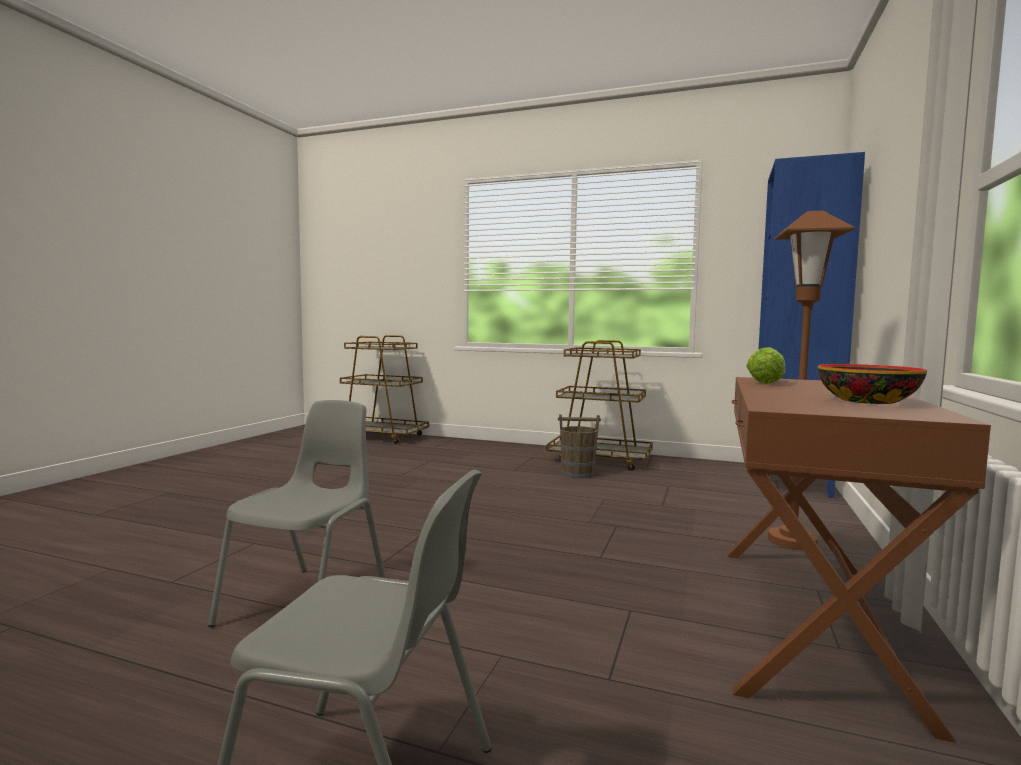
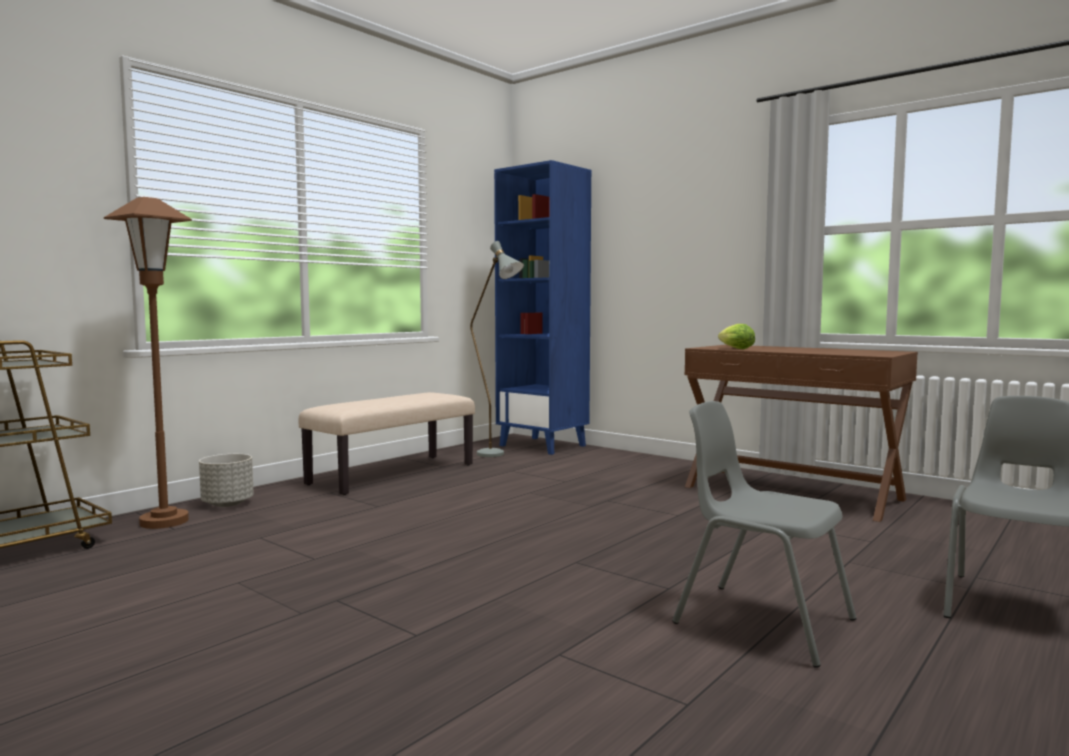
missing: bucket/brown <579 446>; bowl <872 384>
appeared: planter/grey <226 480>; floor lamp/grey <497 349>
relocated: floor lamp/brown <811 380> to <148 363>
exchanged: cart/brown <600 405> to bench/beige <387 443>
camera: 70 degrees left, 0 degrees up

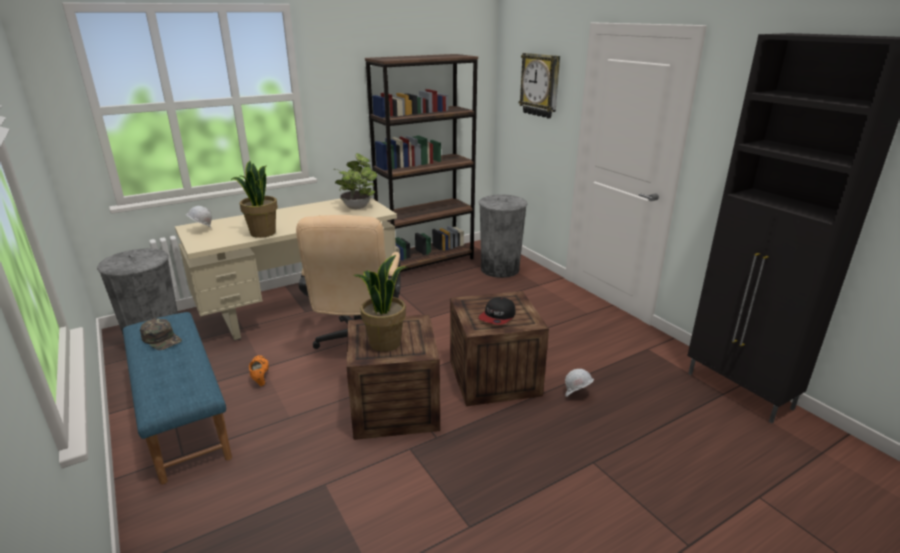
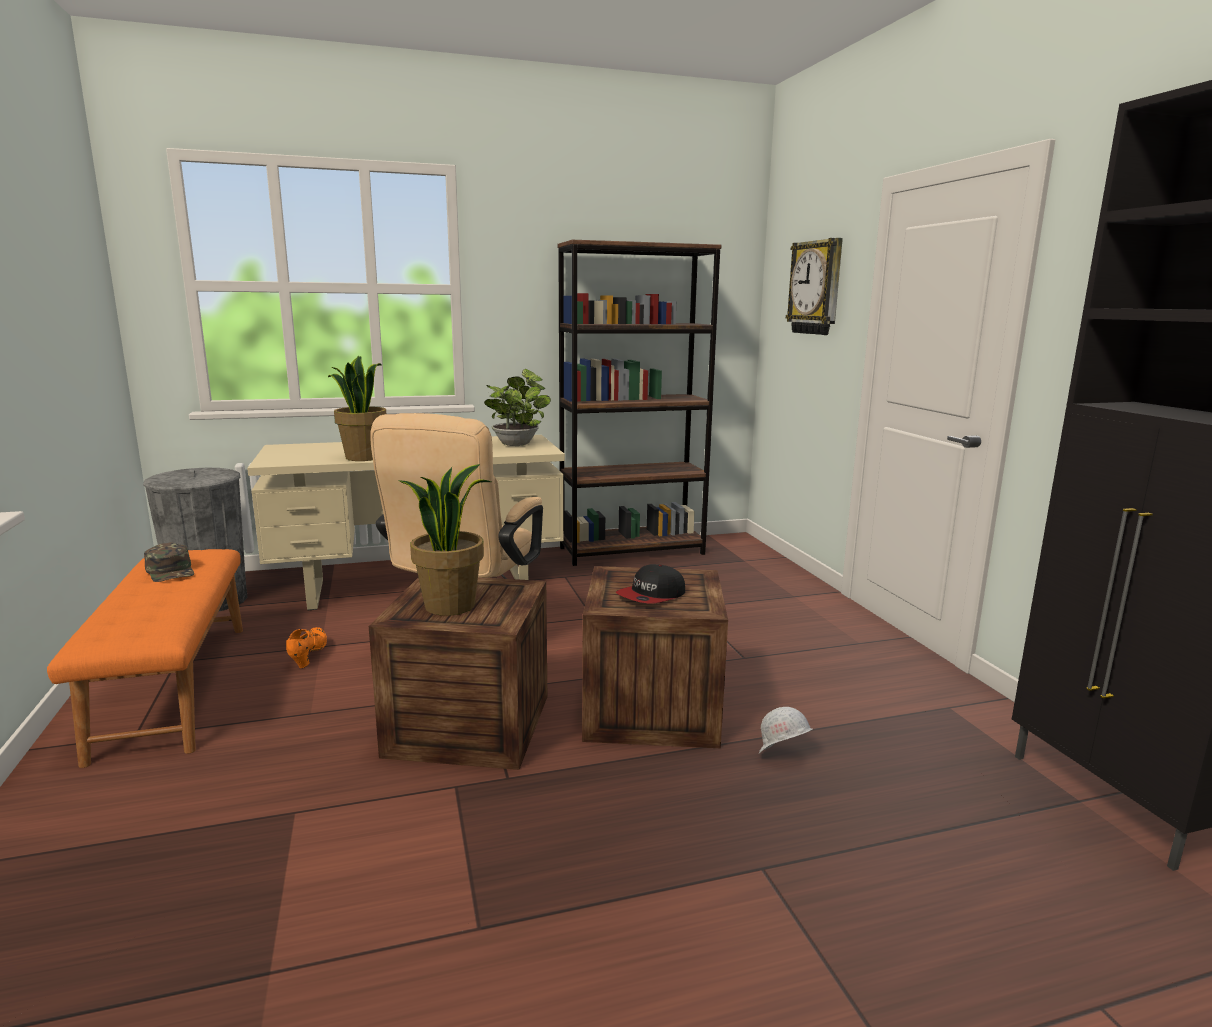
missing: hard hat/white <199 217>; trash can/grey <503 236>
colour: bench/blue <177 398> to bench/orange <145 658>
camera: 15 degrees right, 10 degrees down

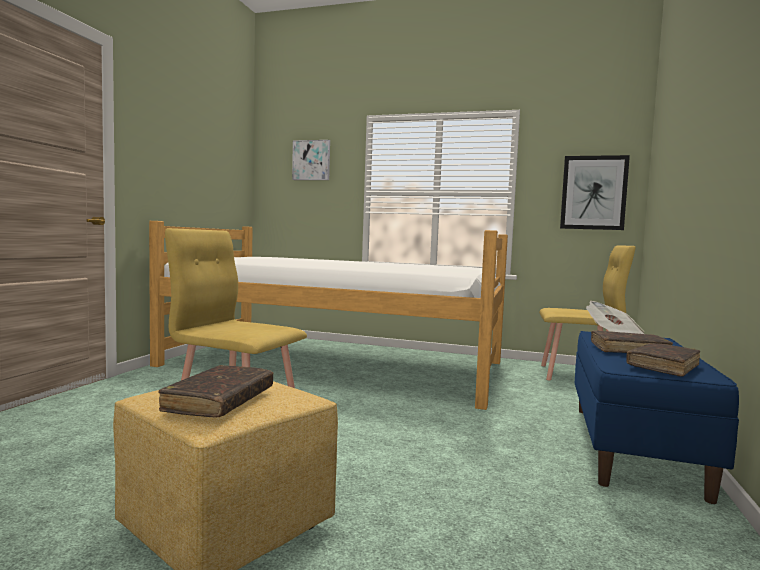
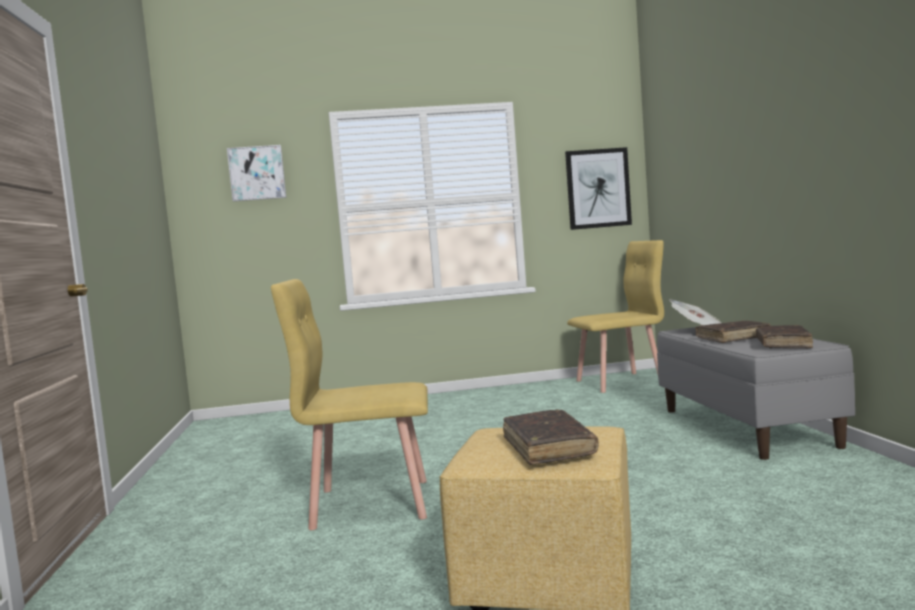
missing: bed <328 315>
colour: bench/blue <656 417> to bench/grey <756 393>
camera: 25 degrees left, 0 degrees up

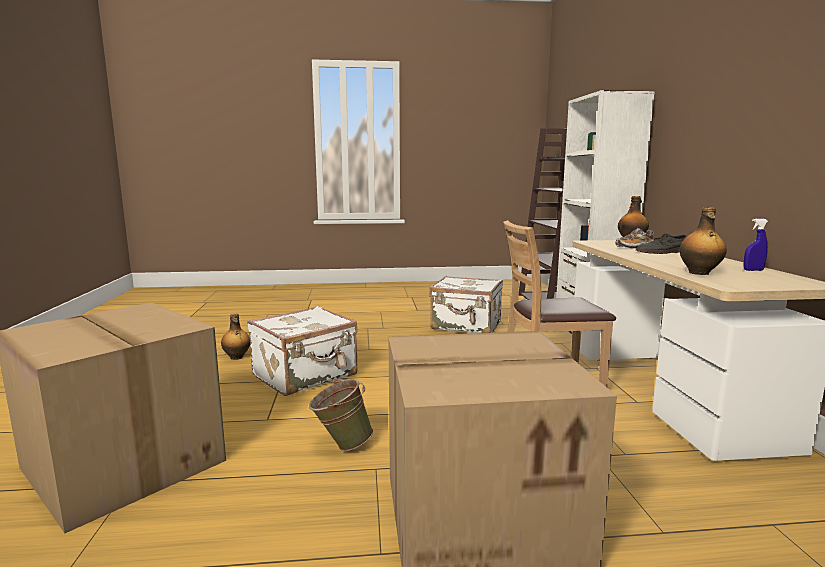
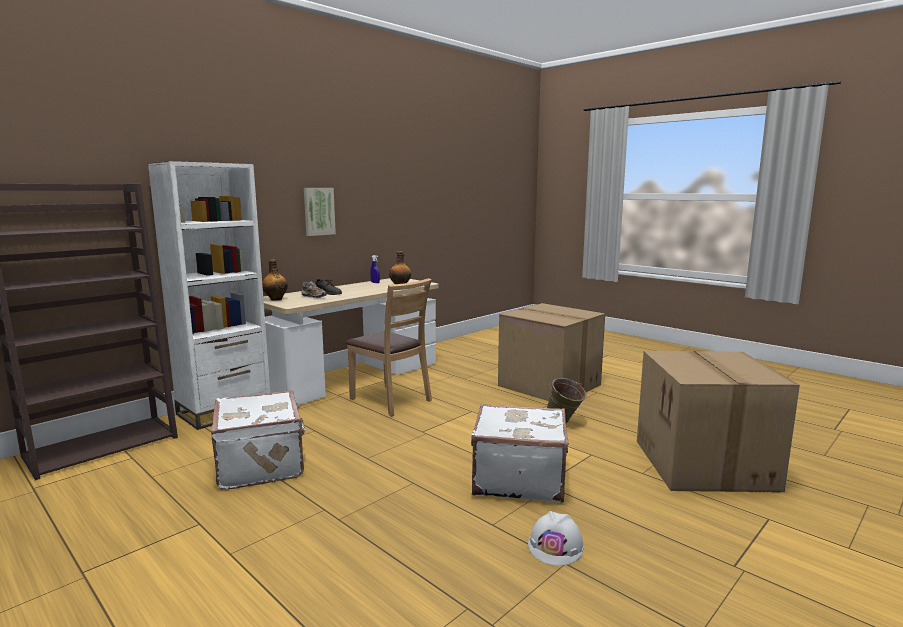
appeared: picture <320 212>
exchanged: bottle <235 337> to hard hat/white <556 538>
camera: 130 degrees left, 0 degrees up

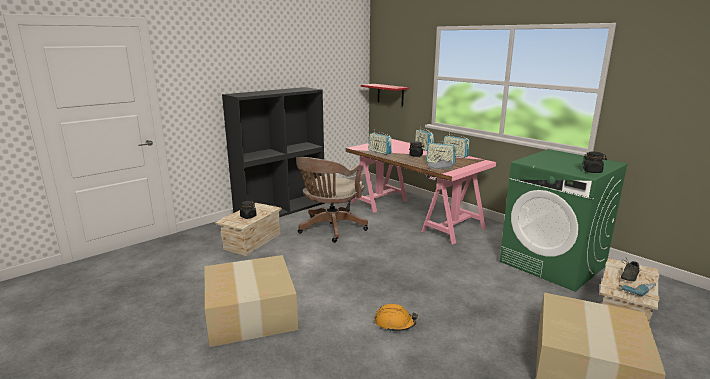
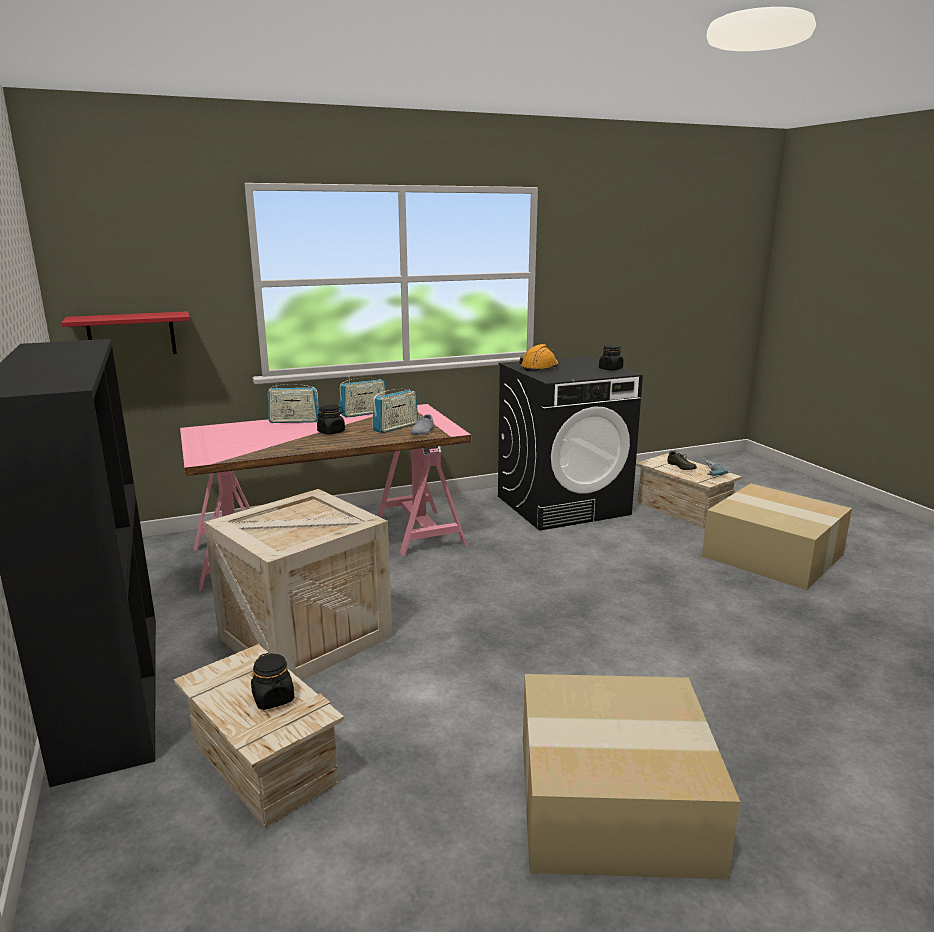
missing: radio <380 142>
relocated: hard hat/orange <396 317> to <539 358>
exchanged: office chair/brown <332 200> to crate <298 584>
colour: washing machine/green <563 220> to washing machine/black <570 443>
camera: 70 degrees left, 0 degrees up

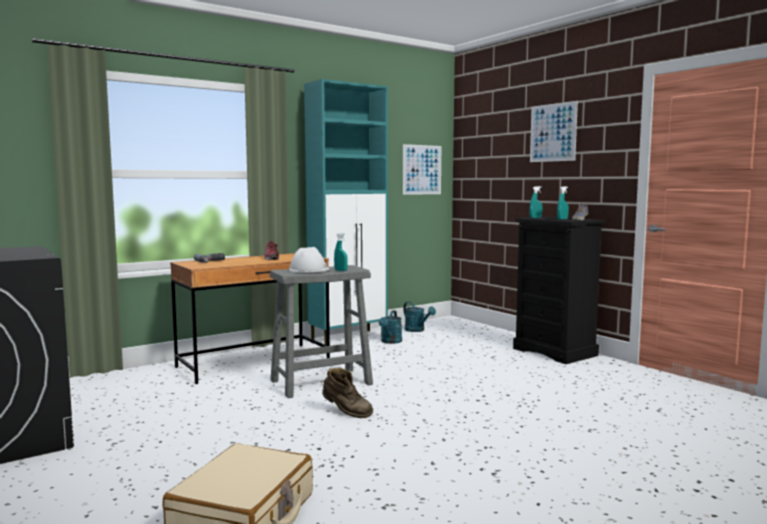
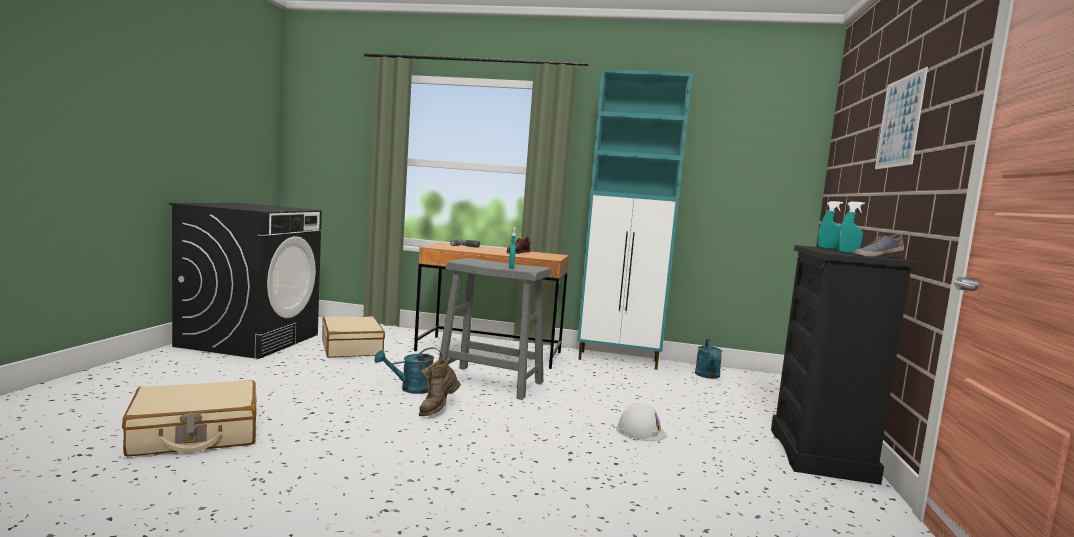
missing: picture <422 169>
appeared: suitcase/beige <353 336>
relocated: watering can/turquoise <390 327> to <408 370>; hard hat/white <309 260> to <641 421>
spun: boot/brown <347 393> = <440 387> 45 degrees clockwise
camera: 45 degrees right, 0 degrees up

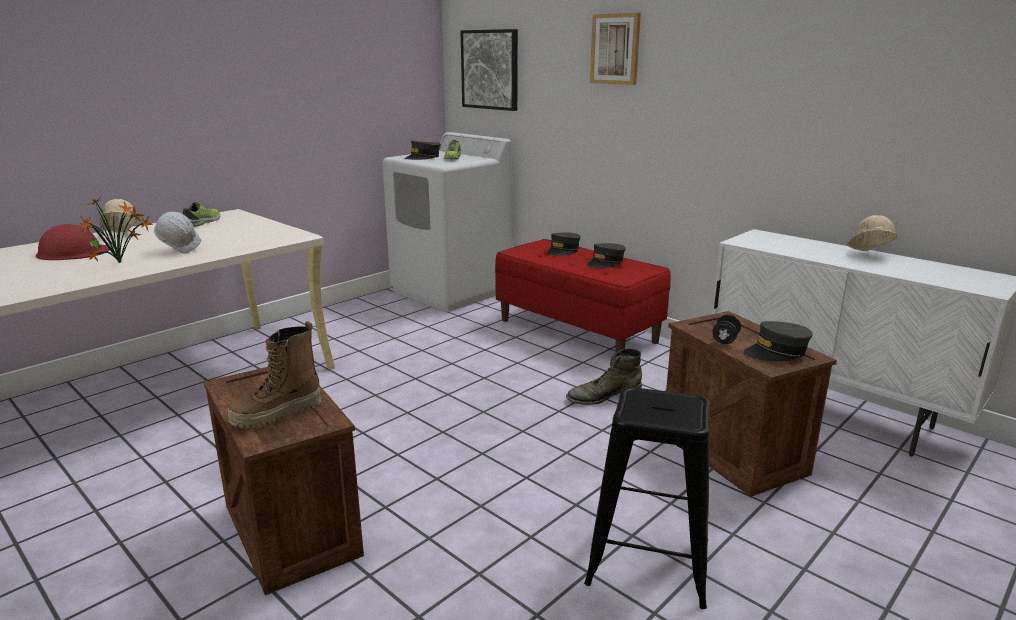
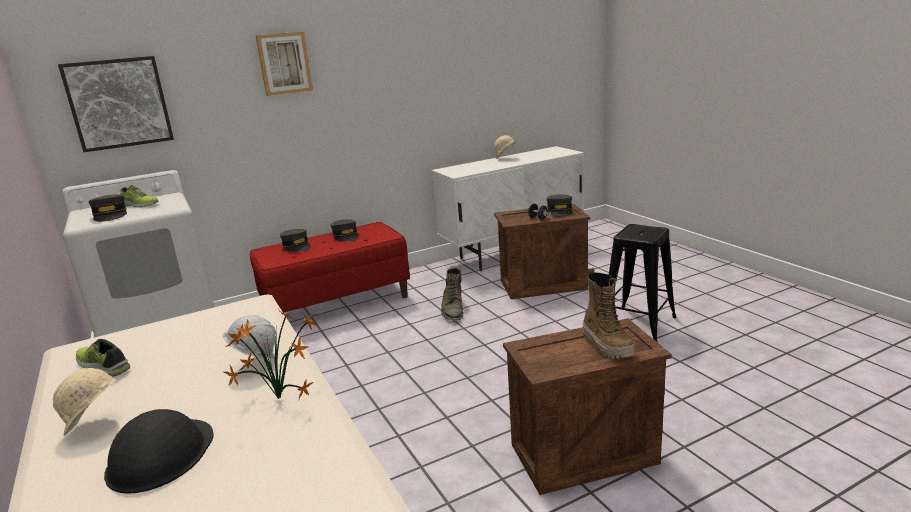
colour: hard hat/red <73 242> to hard hat/black <159 451>
camera: 70 degrees left, 0 degrees up

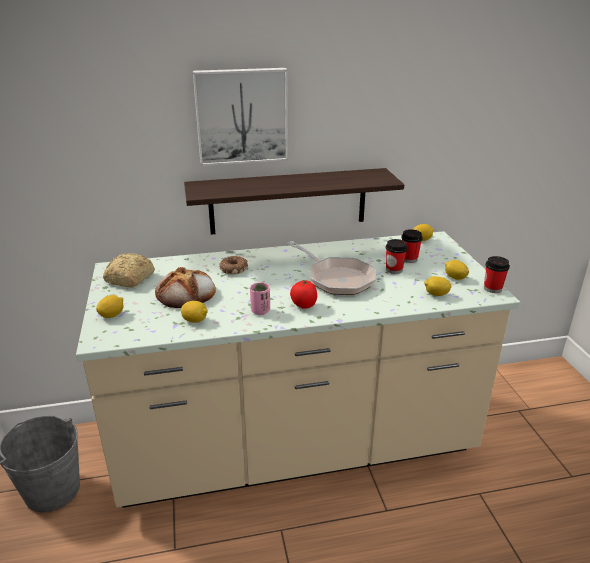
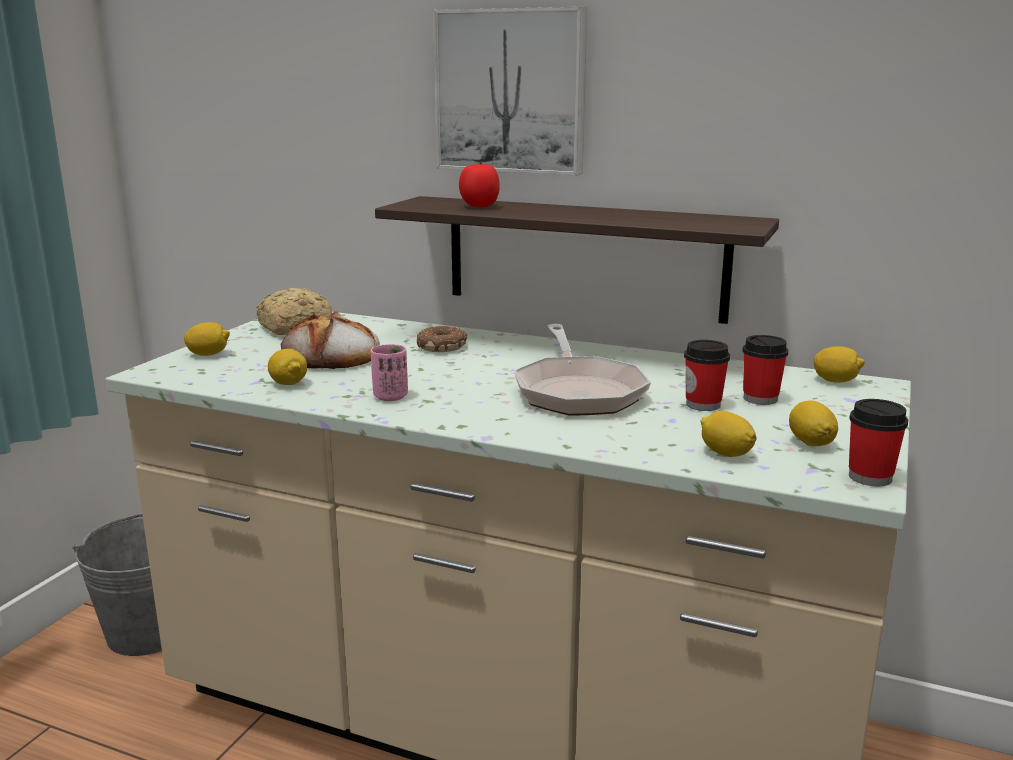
relocated: tomato <303 295> to <479 184>
camera: 35 degrees right, 10 degrees down

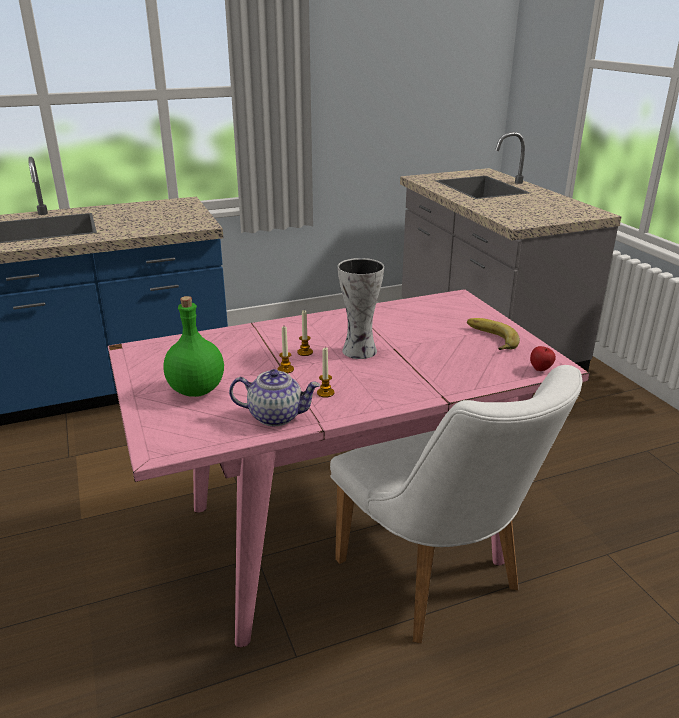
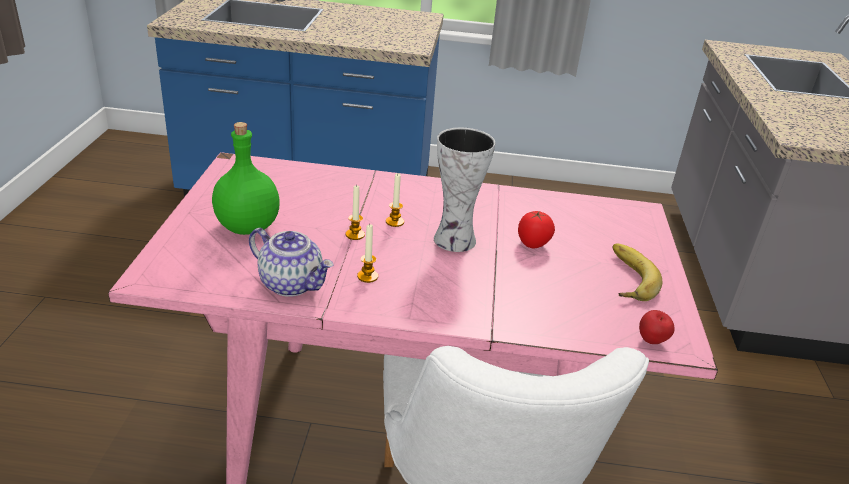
appeared: tomato <536 229>
camera: 25 degrees right, 5 degrees up

